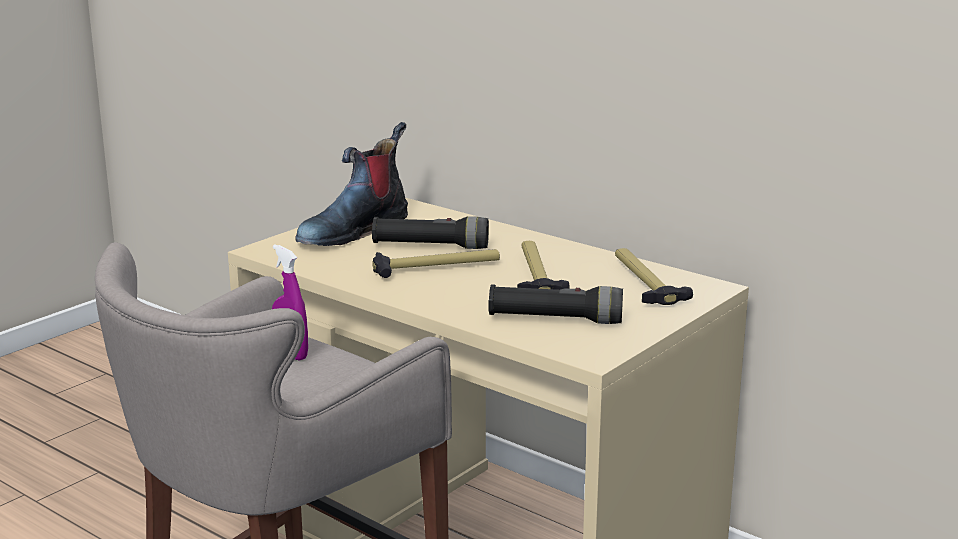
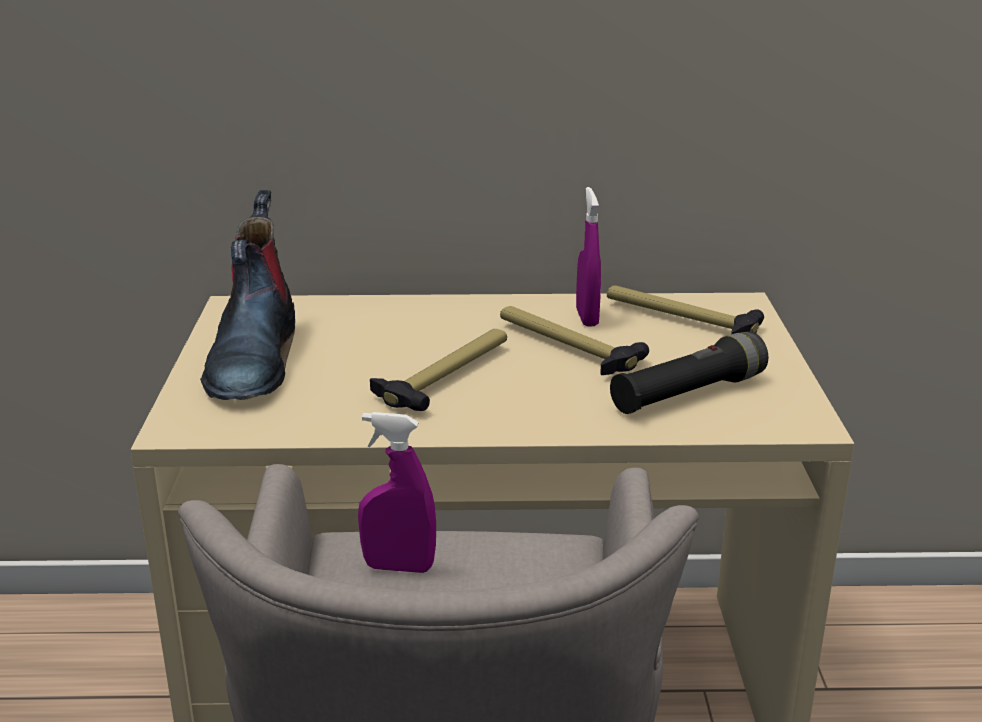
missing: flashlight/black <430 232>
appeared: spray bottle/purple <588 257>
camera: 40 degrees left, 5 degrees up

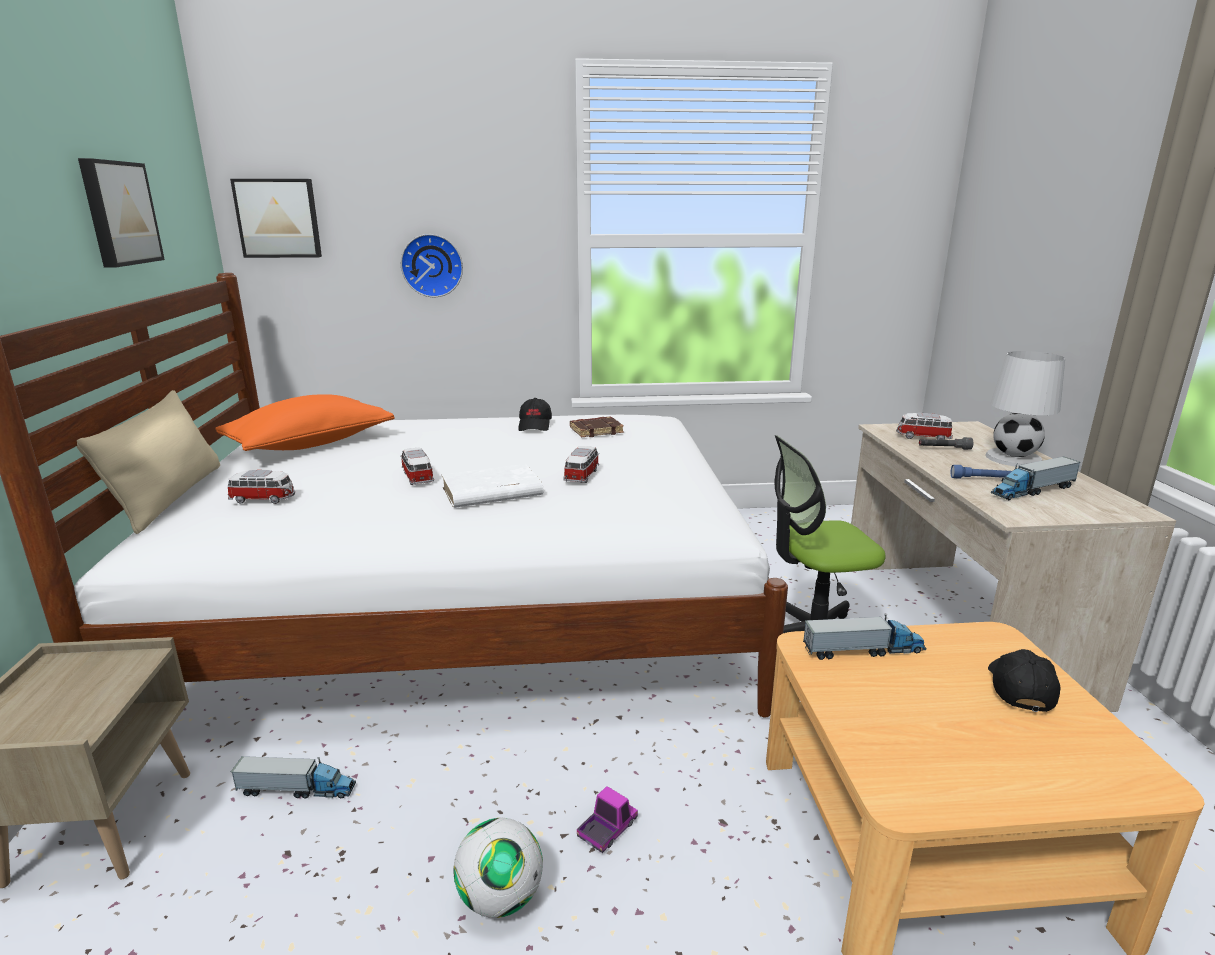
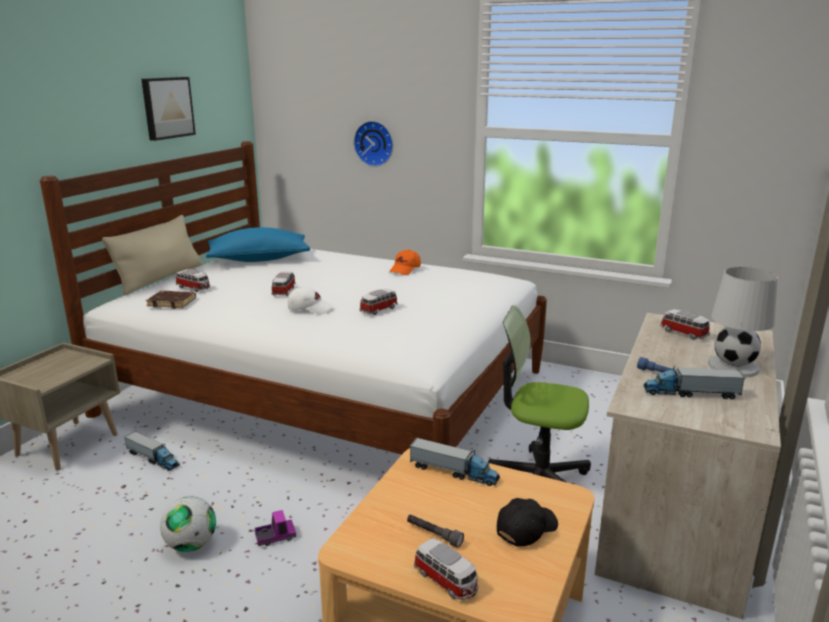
missing: picture <276 218>
appeared: toy car <446 569>
relocated: book/brown <597 427> to <171 300>; flashlight/grey <946 443> to <435 531>
exchanged: book/white <493 486> to cap/white <310 300>
colour: pillow/orange <304 422> to pillow/blue <258 244>; cap/black <535 414> to cap/orange <405 262>
camera: 30 degrees right, 0 degrees up

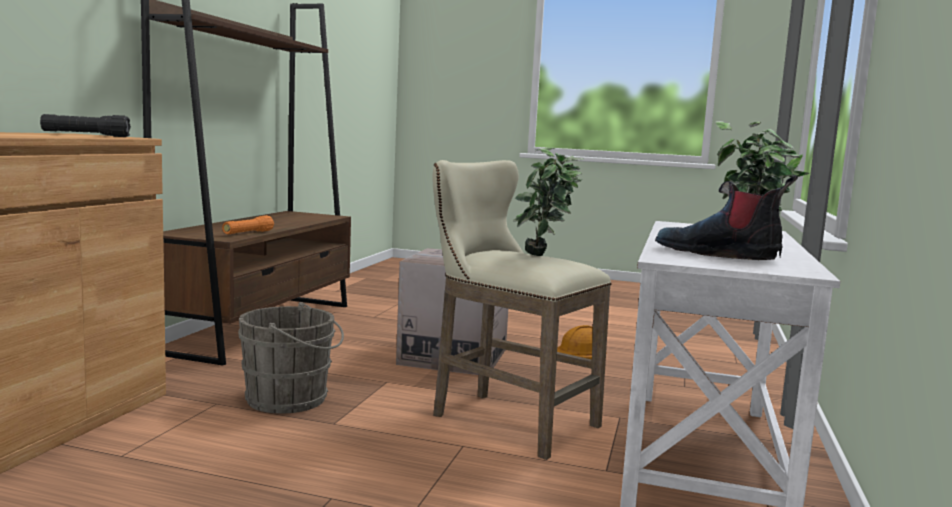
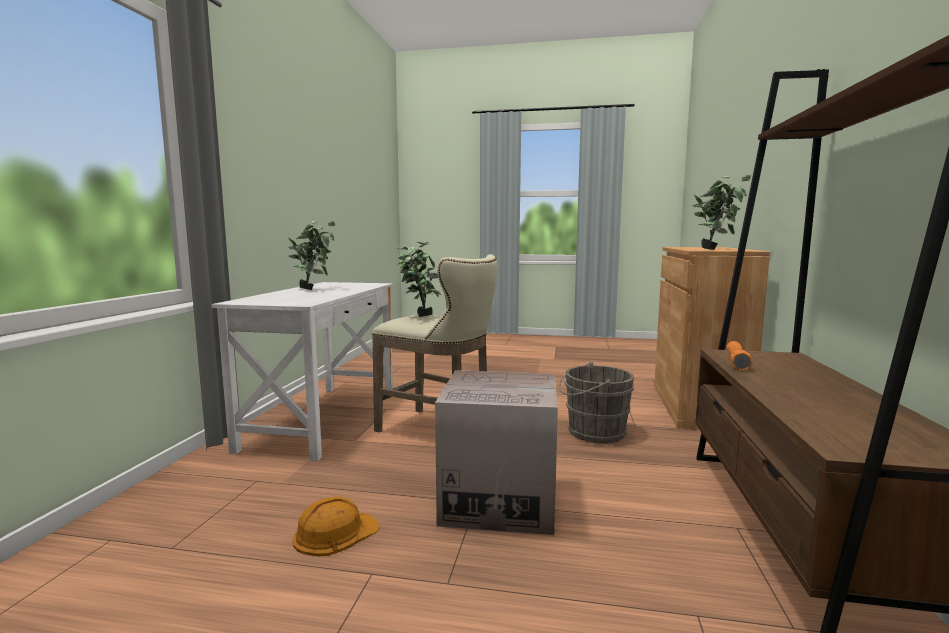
missing: boot <726 217>
exchanged: flashlight/black <85 125> to potted plant <721 212>
camera: 175 degrees right, 0 degrees up

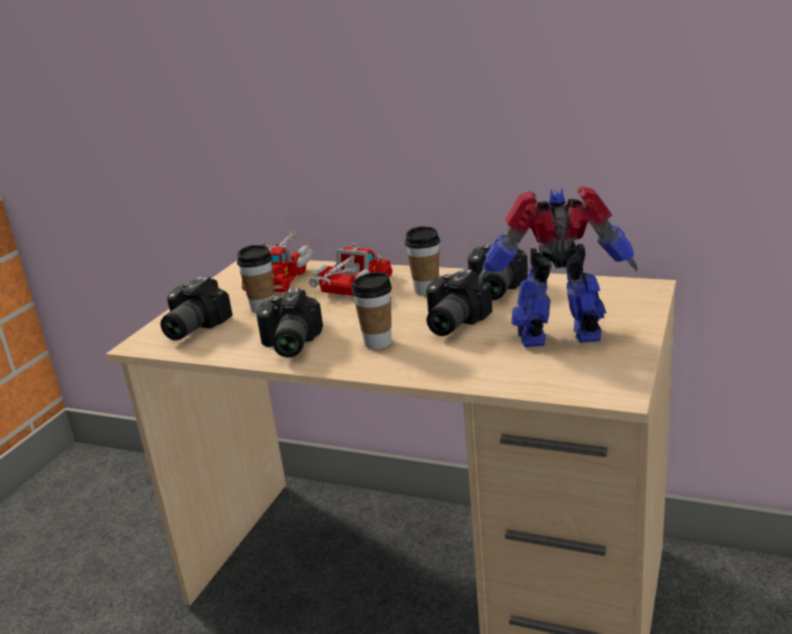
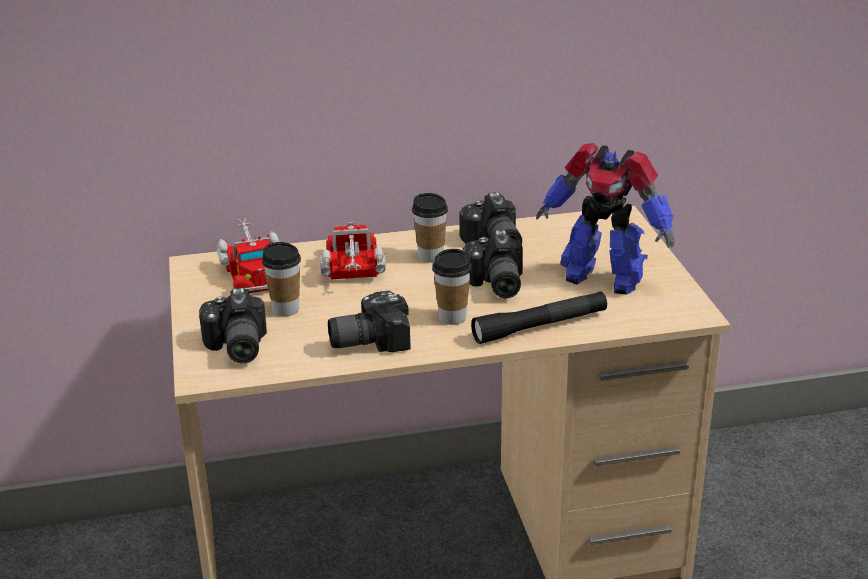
appeared: flashlight/black <539 317>
spun: photo camera <289 323> = <369 321> 105 degrees clockwise; toy robot <558 266> = <605 219> 120 degrees counterclockwise
camera: 35 degrees left, 5 degrees up

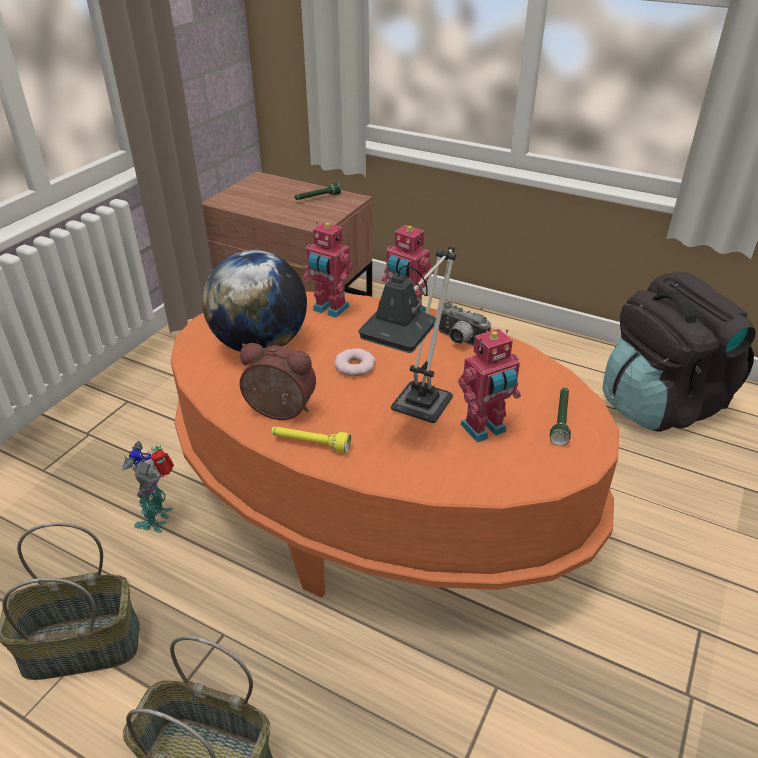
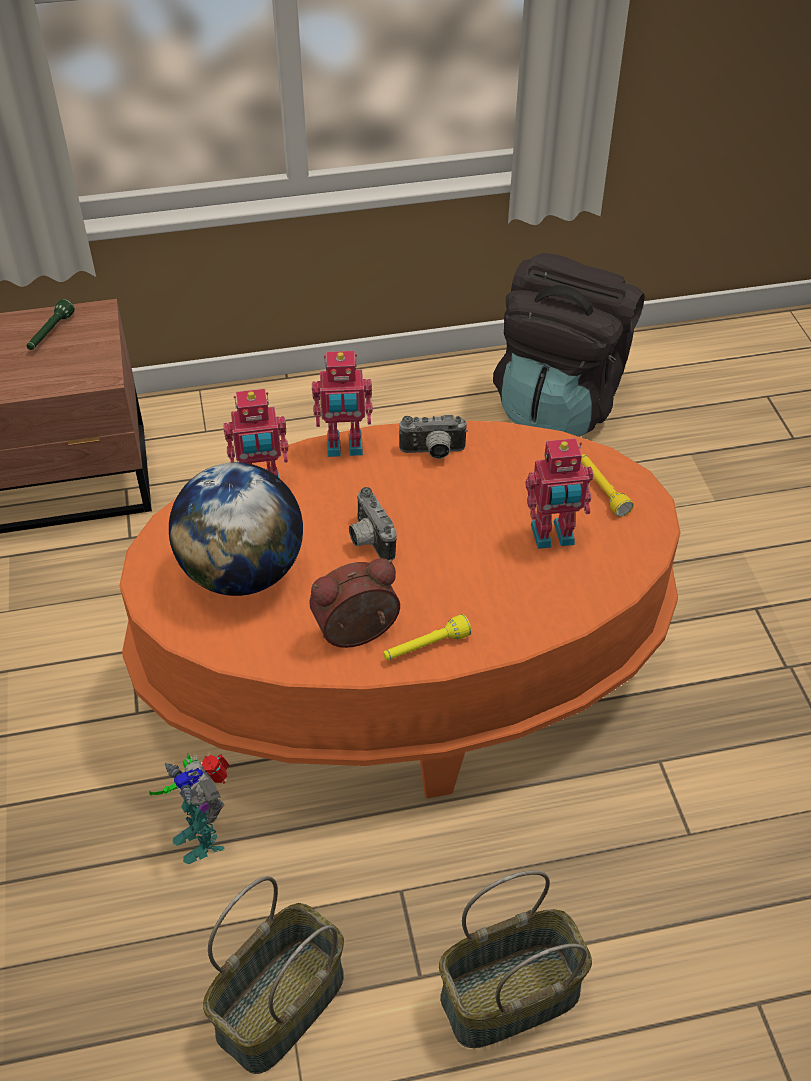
missing: table lamp <407 334>
exchanged: donut <355 362> to photo camera <373 523>
colour: flashlight/green <560 417> to flashlight/yellow <607 485>
spun: toy robot <489 385> = <559 493> 60 degrees clockwise
camera: 40 degrees left, 10 degrees up

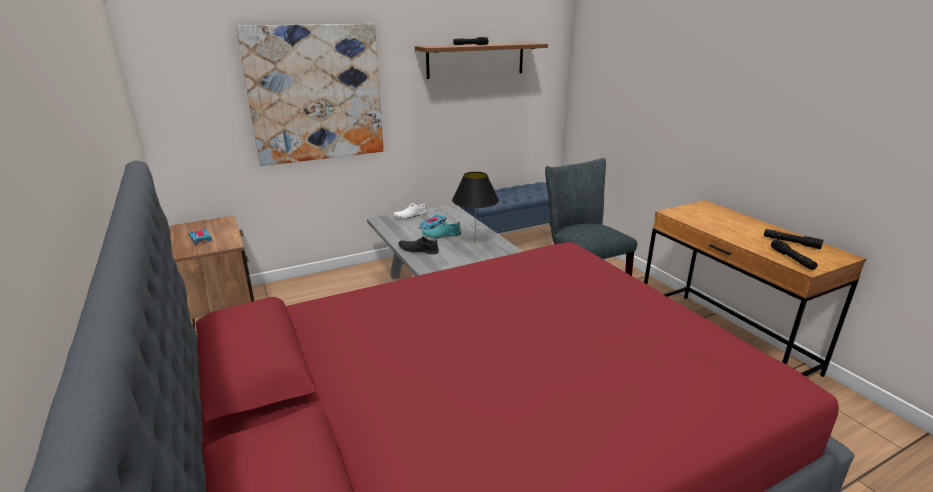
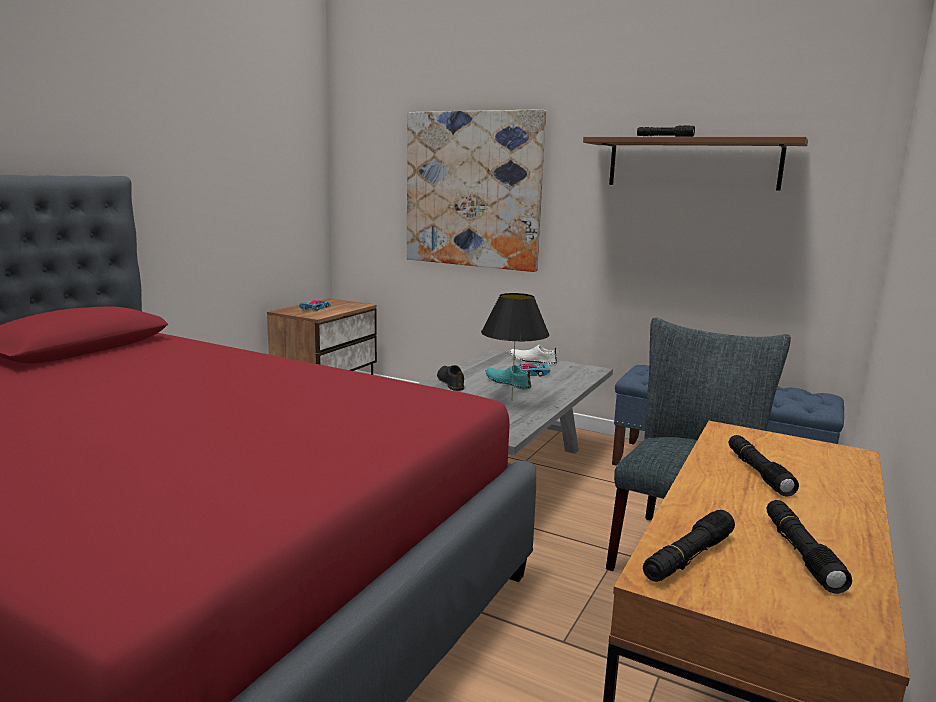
appeared: flashlight/black <764 466>
camera: 55 degrees right, 10 degrees down

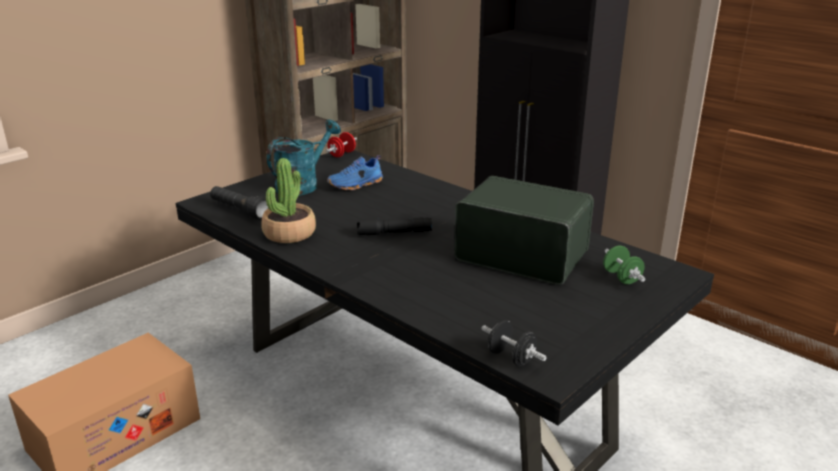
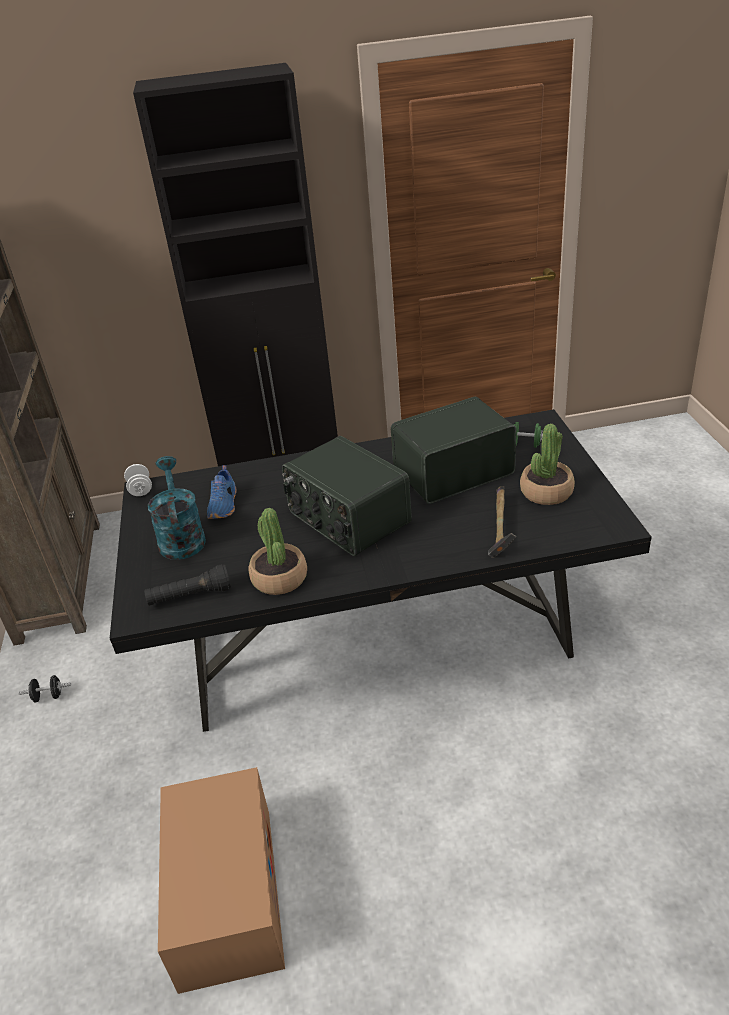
appeared: hammer <502 522>; potted plant <547 464>
relocated: dumbbell/black <514 343> to <44 689>
exchanged: flashlight/black <394 226> to radio <347 496>
colour: dumbbell/red <341 144> to dumbbell/white <138 480>
camera: 50 degrees left, 10 degrees up

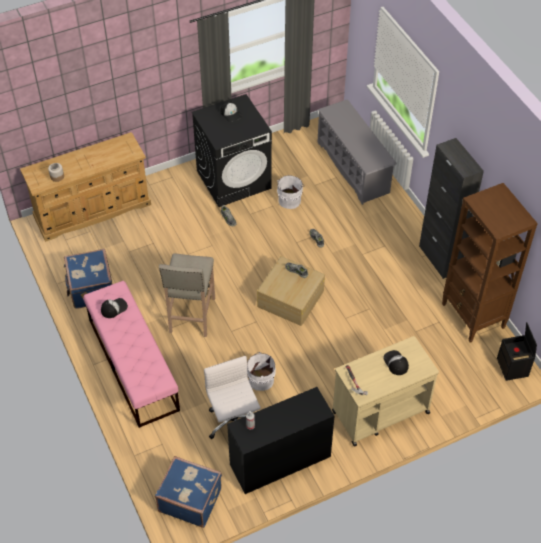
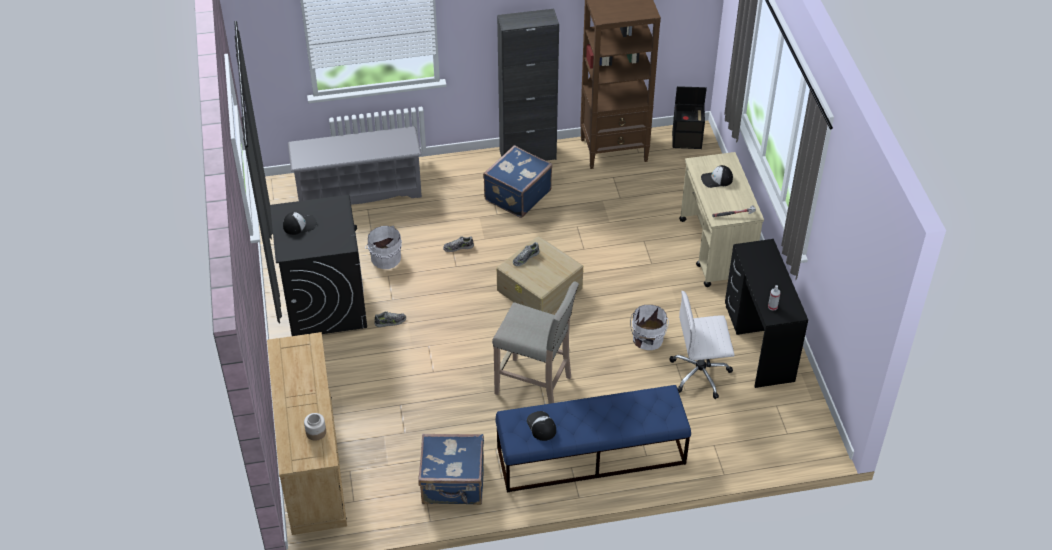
relocated: suitcase/blue <188 492> to <517 181>
colour: bench/pink <131 354> to bench/blue <593 439>
camera: 75 degrees left, 5 degrees down

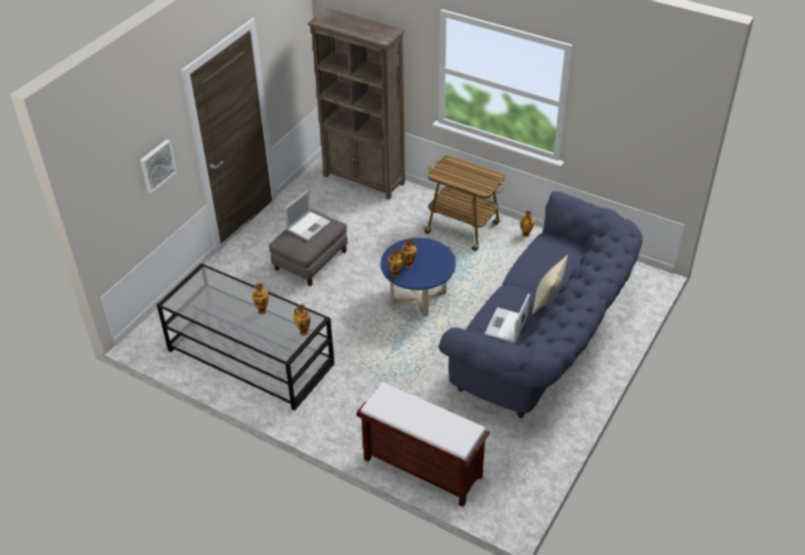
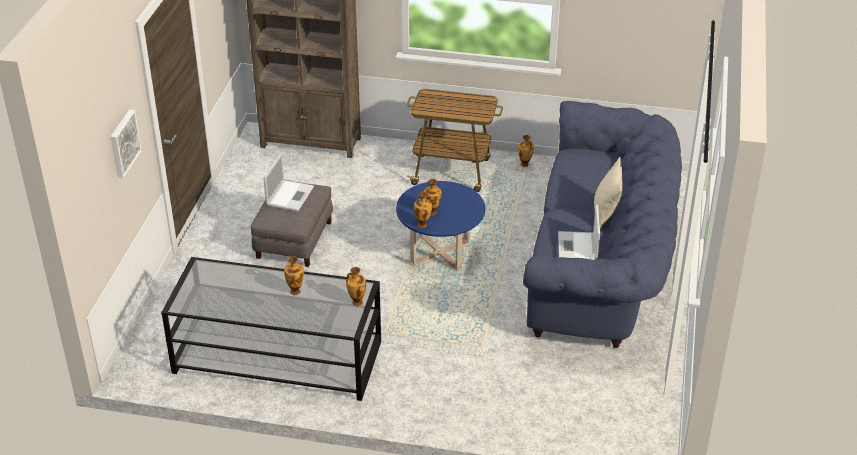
missing: bench/brown <423 444>
camera: 20 degrees left, 5 degrees down

